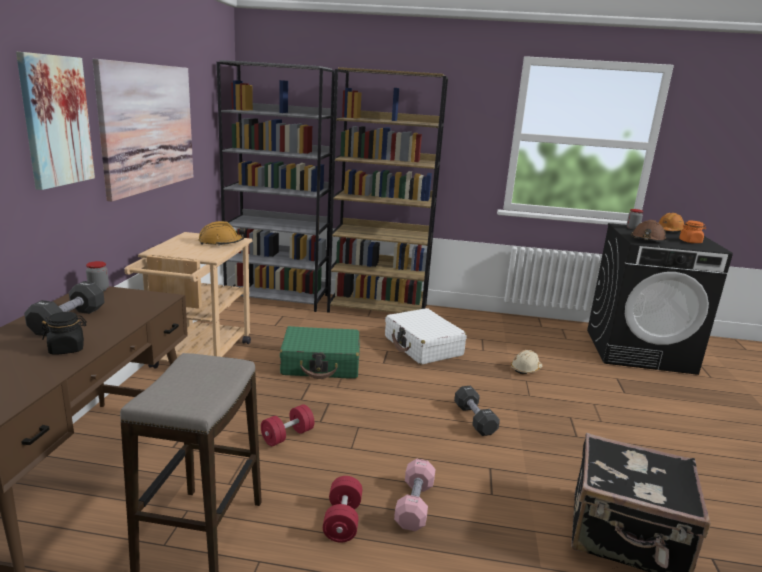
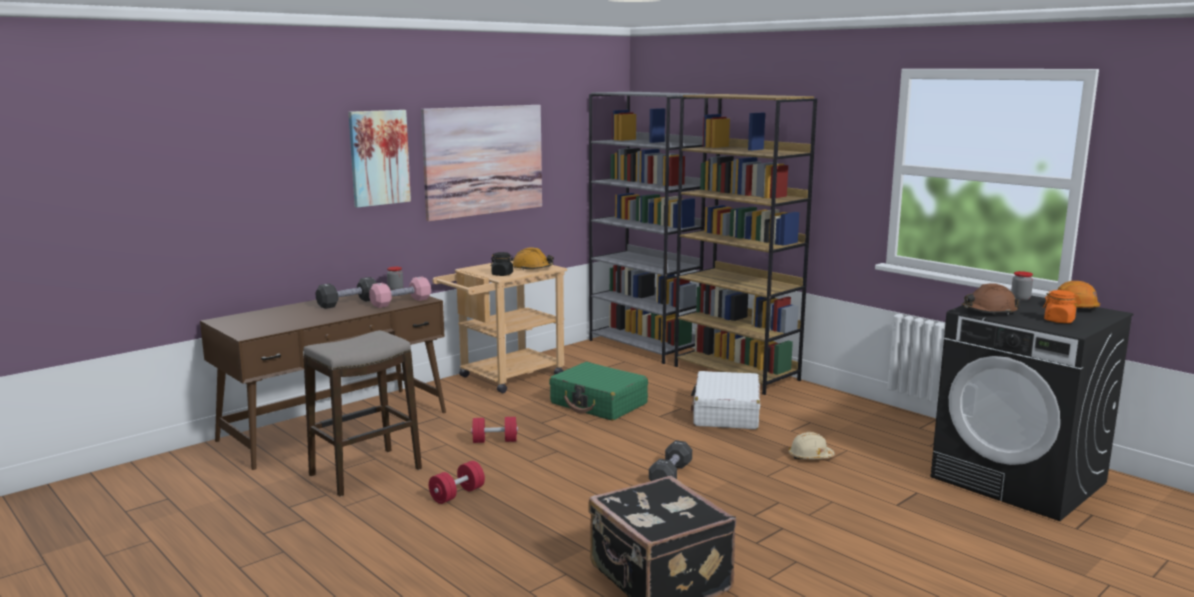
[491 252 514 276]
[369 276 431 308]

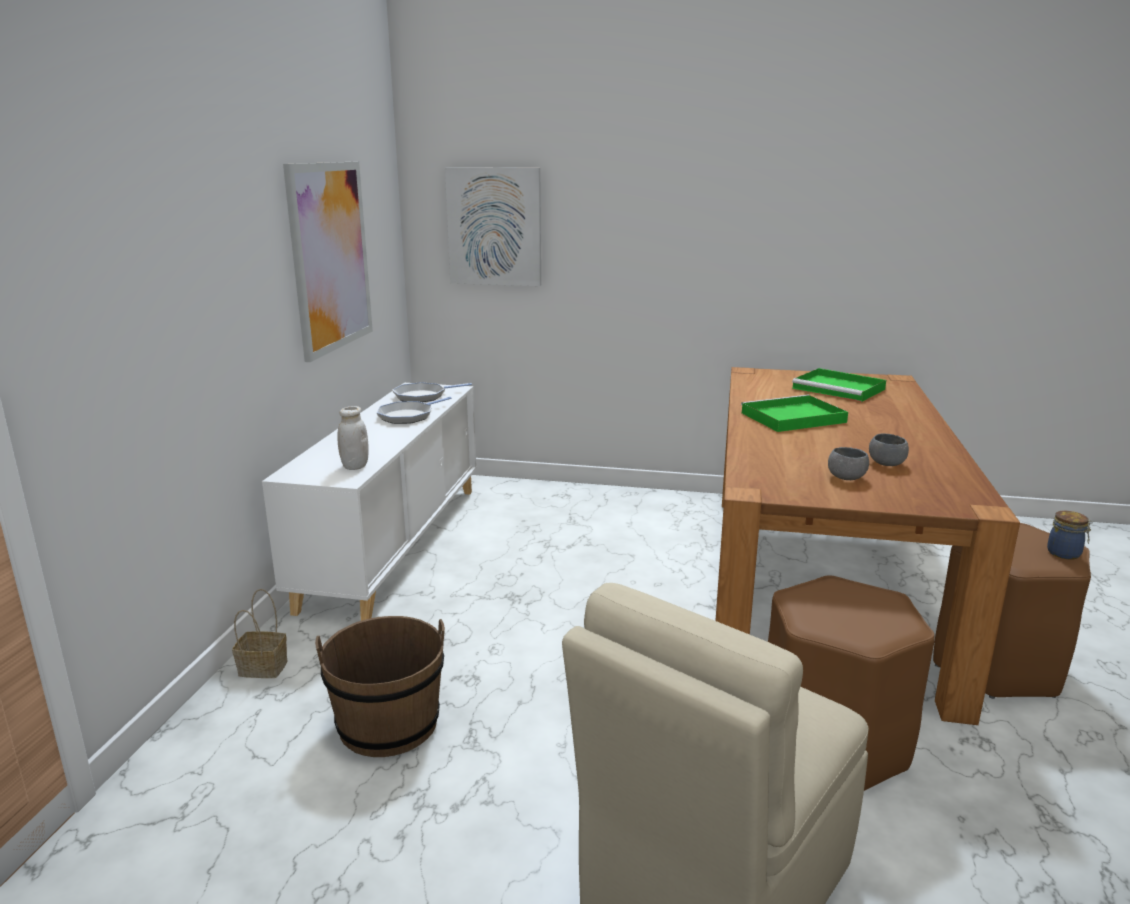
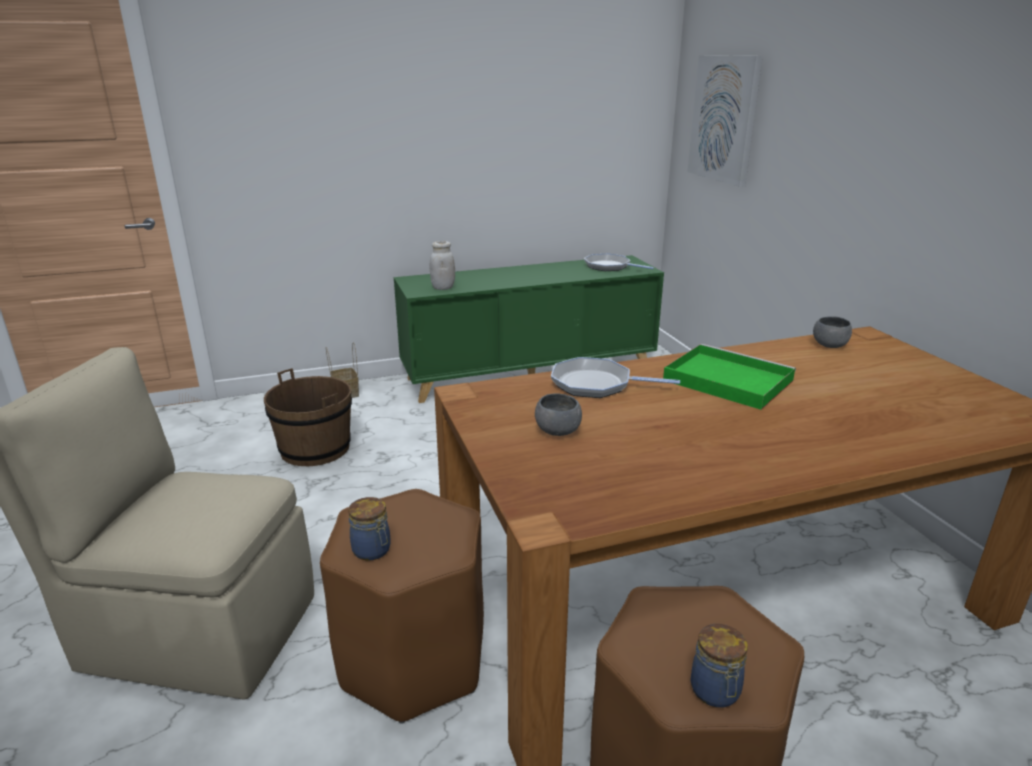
[283 162 373 362] (first image)
[792 368 886 402] (first image)
[348 497 391 560]
[551 357 680 398]
[813 316 852 348]
[394 255 664 403]

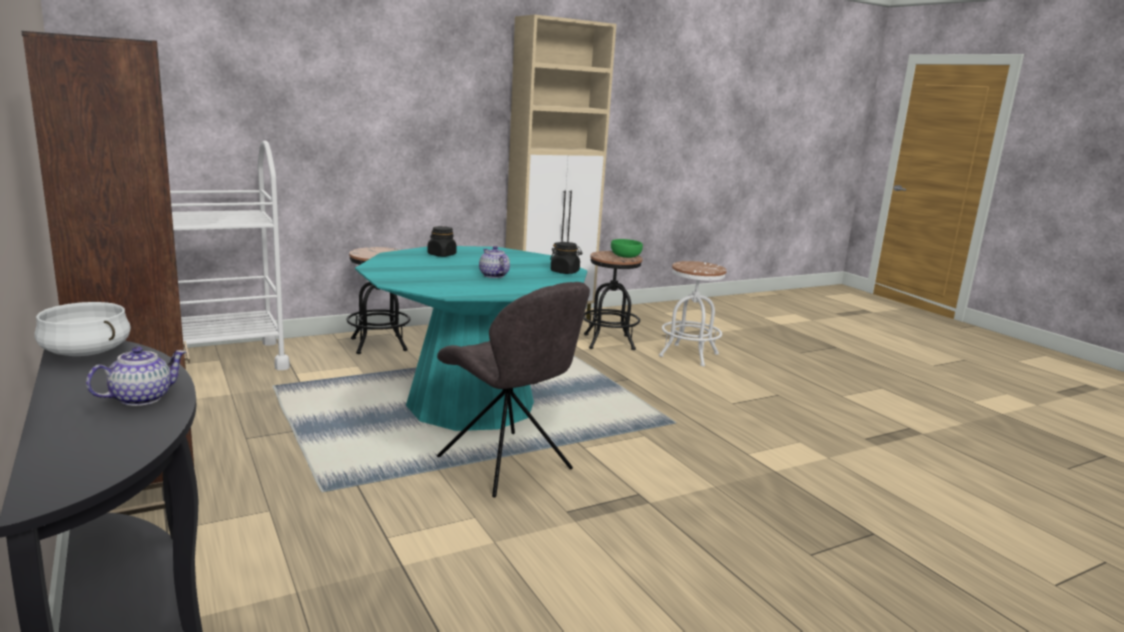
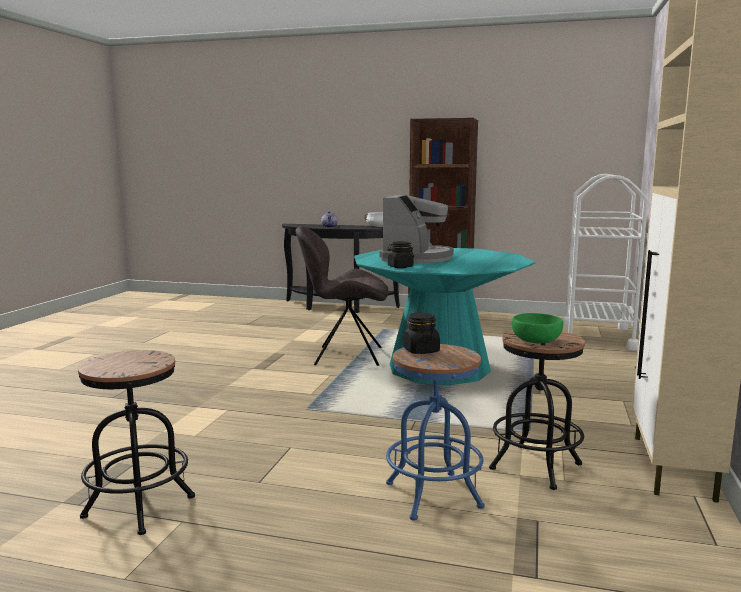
[78 350 195 535]
[403 313 440 354]
[379 195 454 263]
[386 344 484 520]

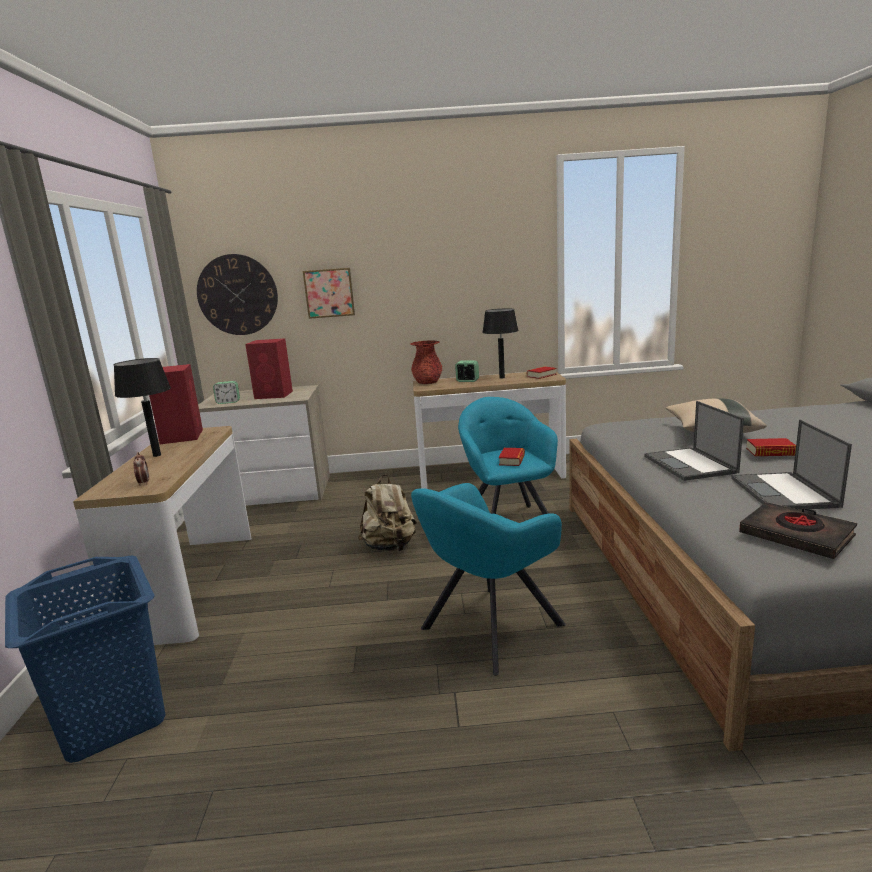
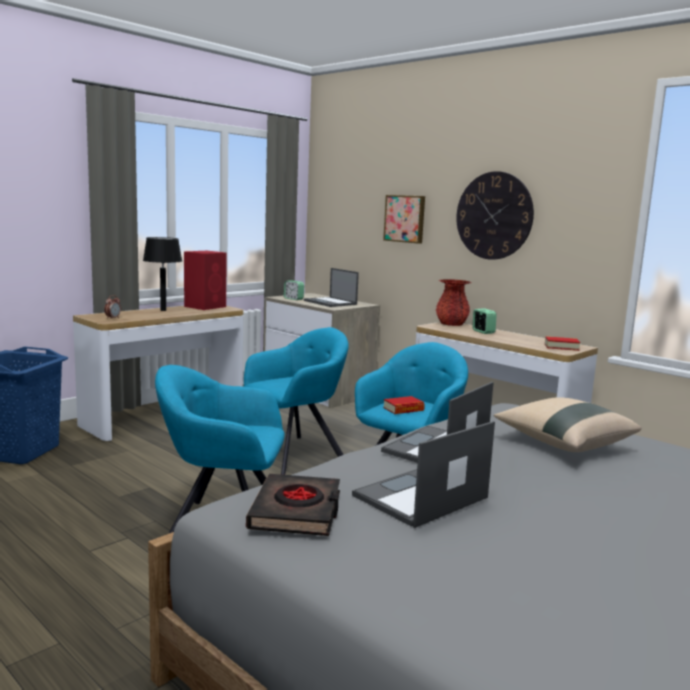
[482 308 519 379] (first image)
[746 438 796 456] (first image)
[456 171 534 260]
[304 268 359 307]
[244 327 349 475]

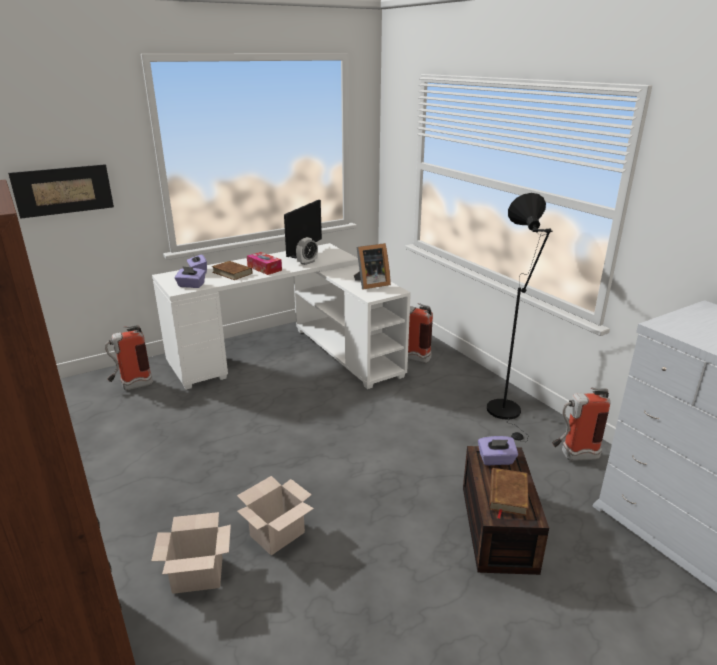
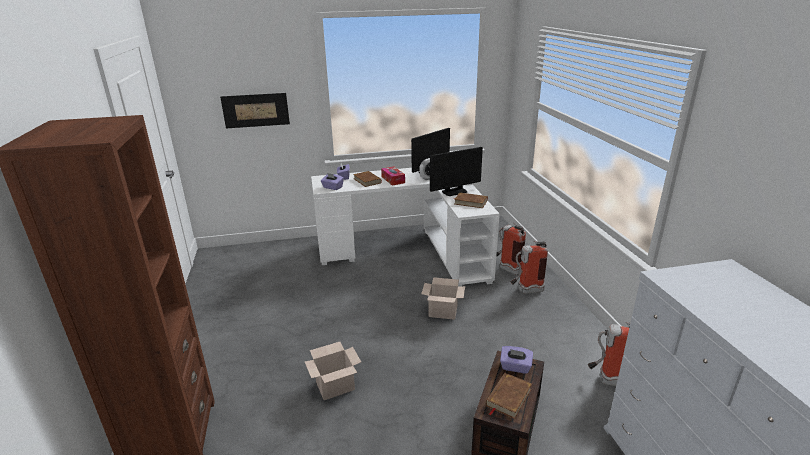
[487 193 552 442] (first image)
[430 147 483 196]
[510 241 548 294]
[421 277 465 320]
[453 192 488 208]

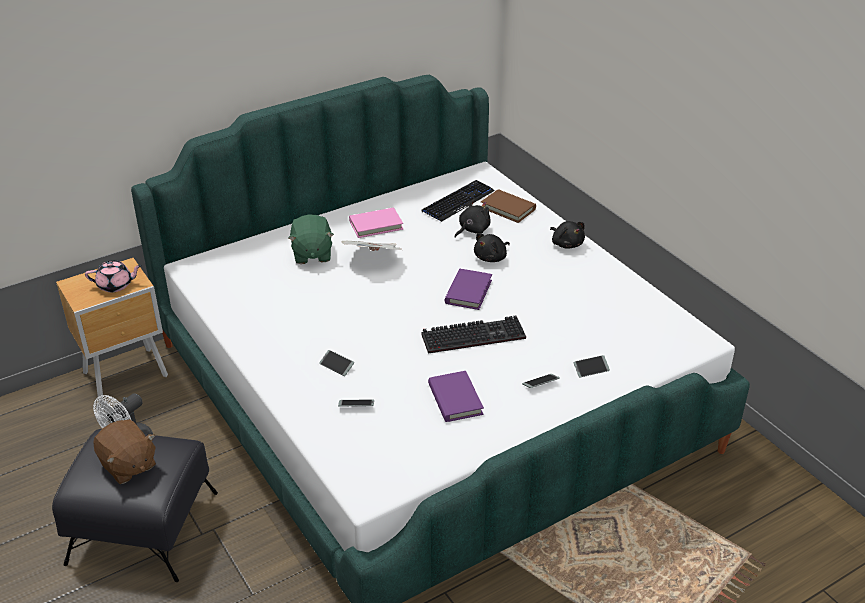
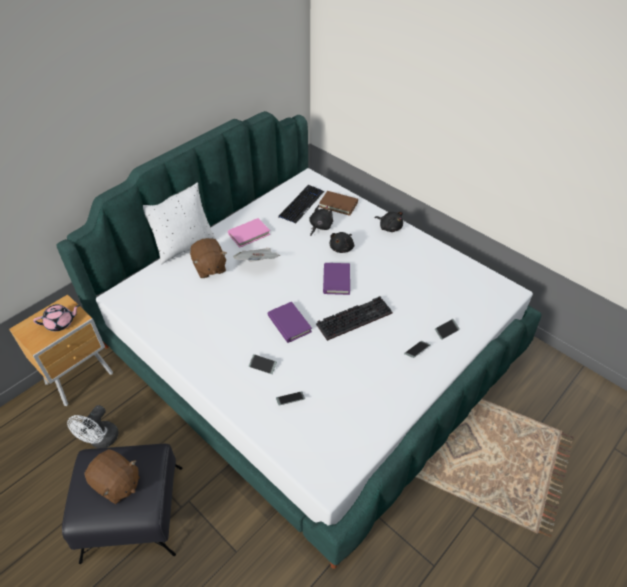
[143 182 216 264]
[268 302 312 343]
[190 238 227 278]

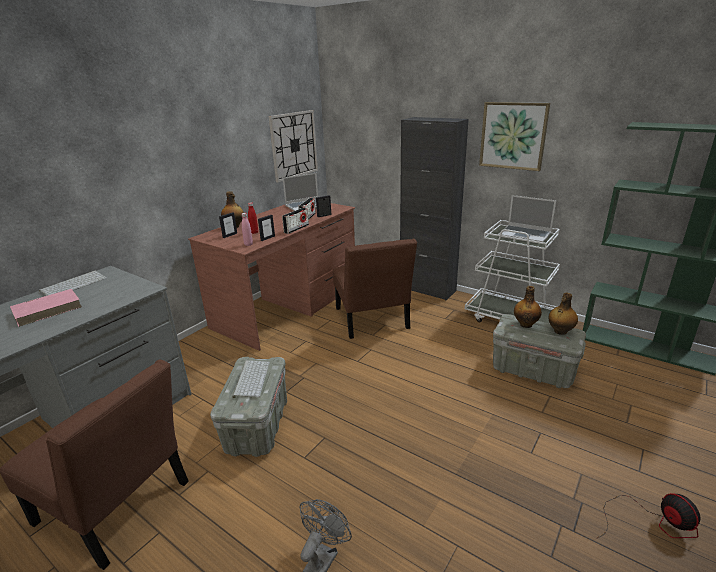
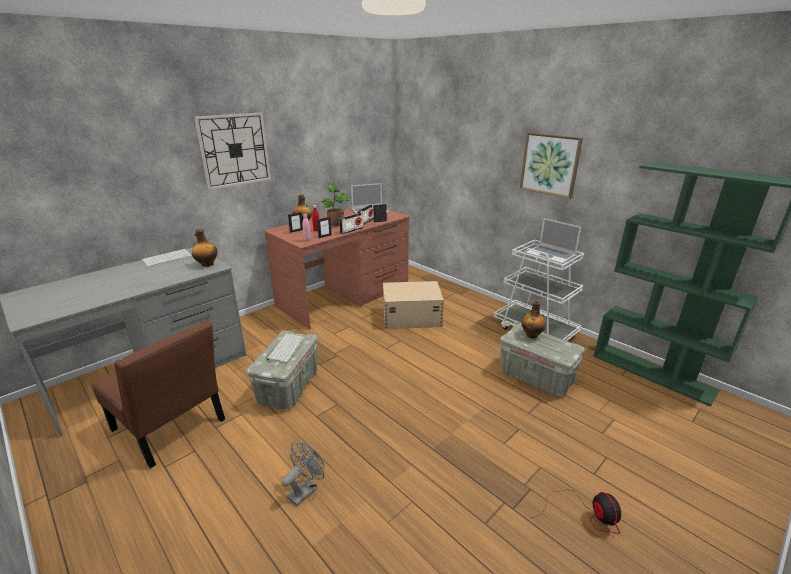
[10 289 82 327] (first image)
[400 117 469 300] (first image)
[322 183 351 226]
[194 113 271 190]
[192 228 218 267]
[383 281 444 329]

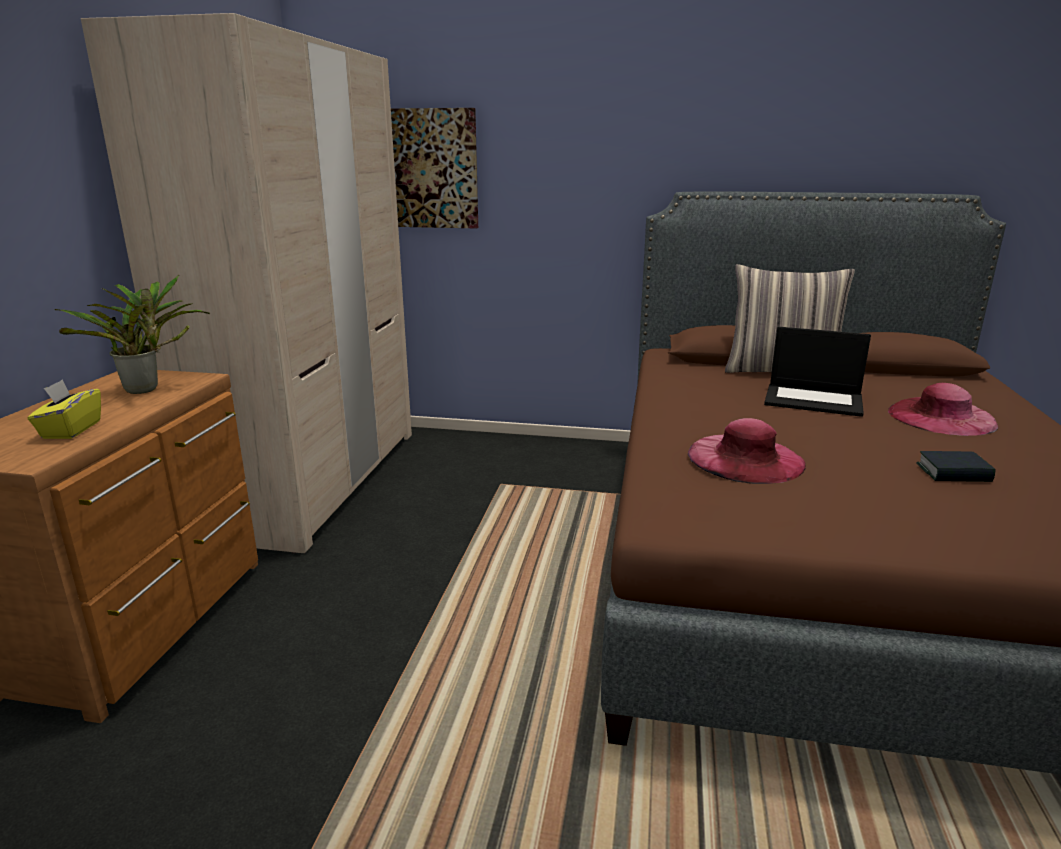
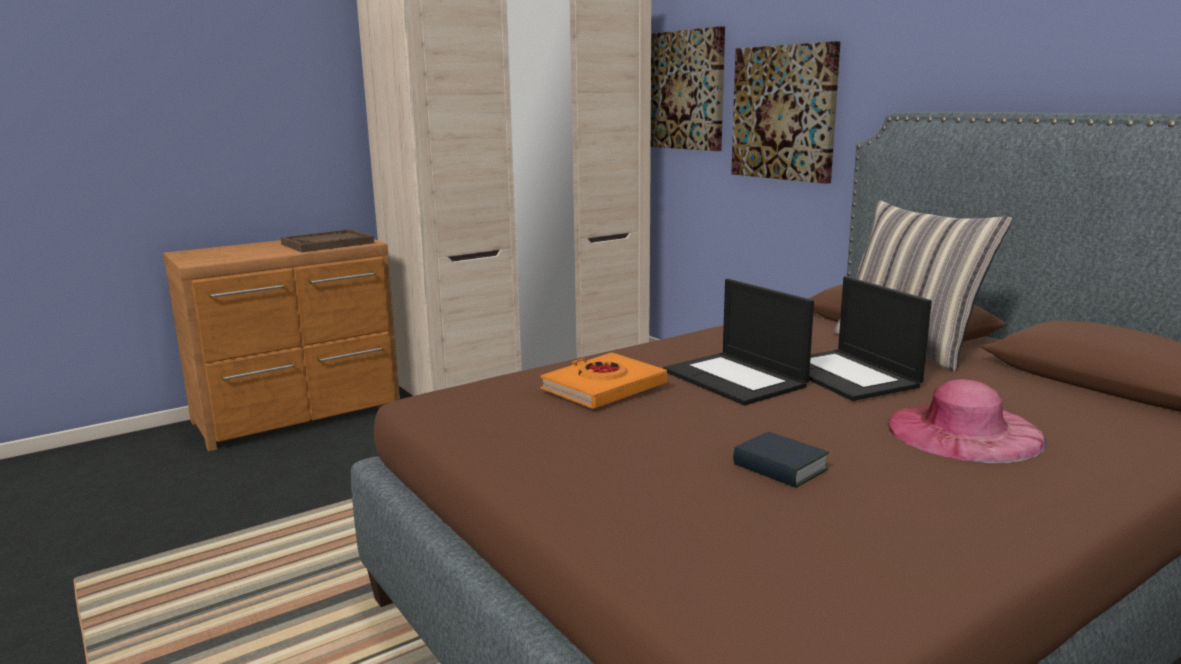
[27 380 101 439] (first image)
[663 279 814 405]
[731 41 840 184]
[281 229 374 252]
[540 353 667 409]

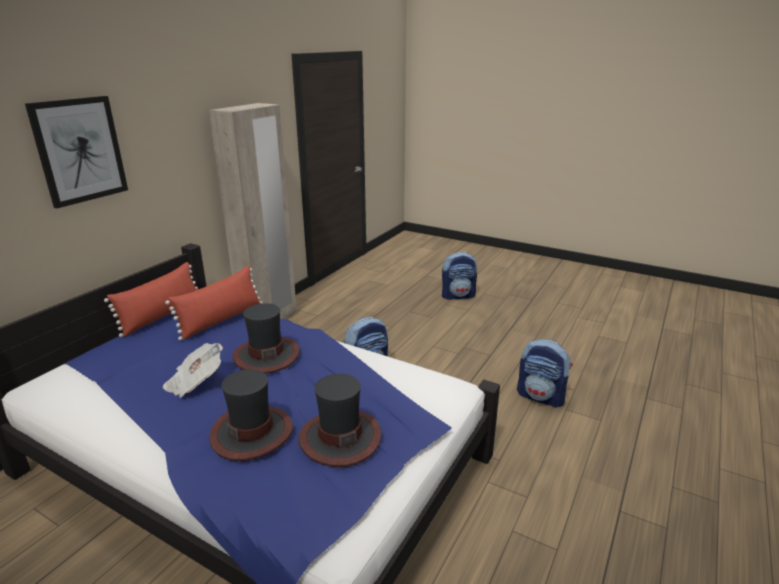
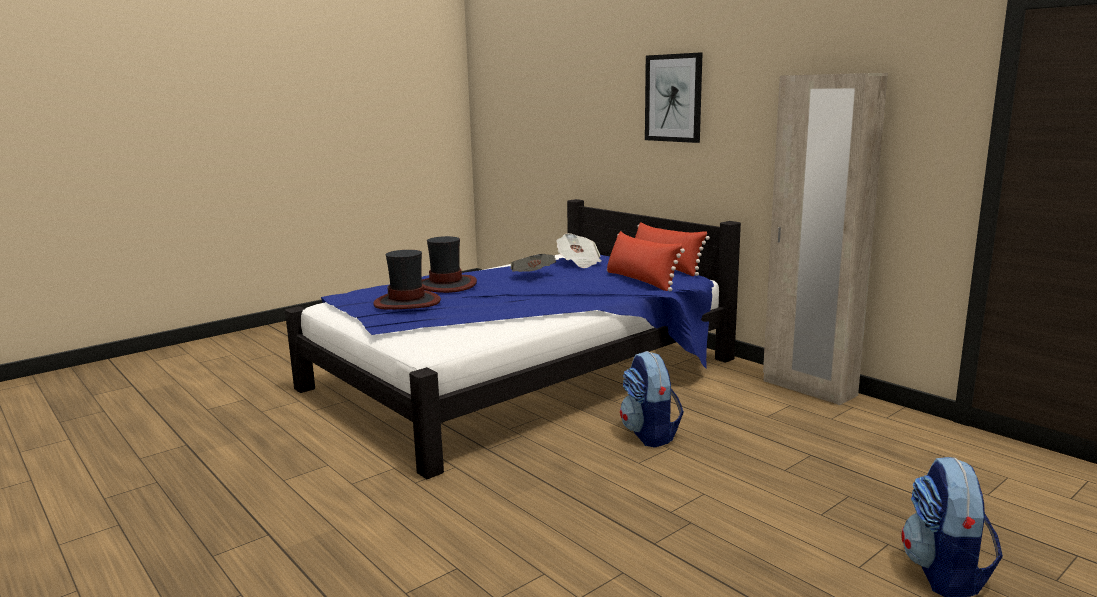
[232 304 300 374] (first image)
[517 339 573 408] (first image)
[556 233 602 268]

